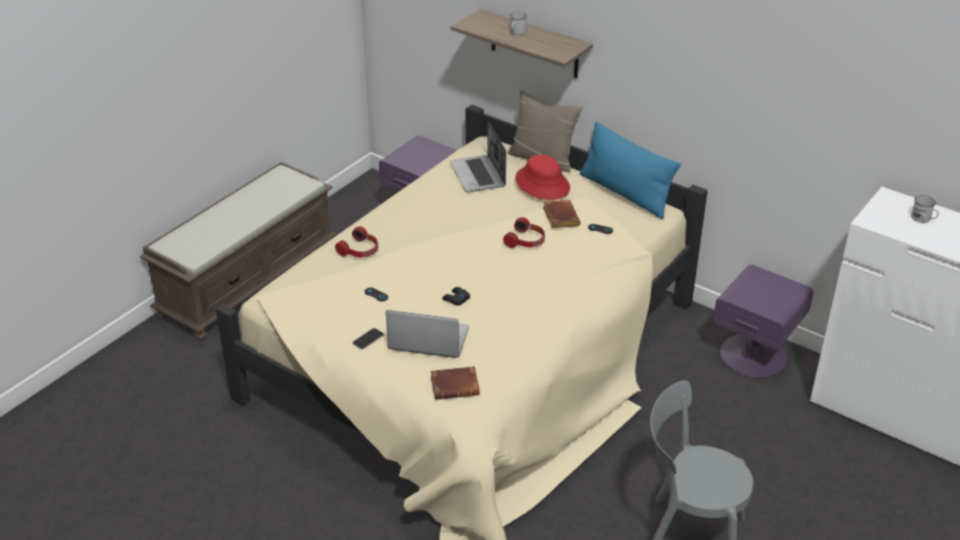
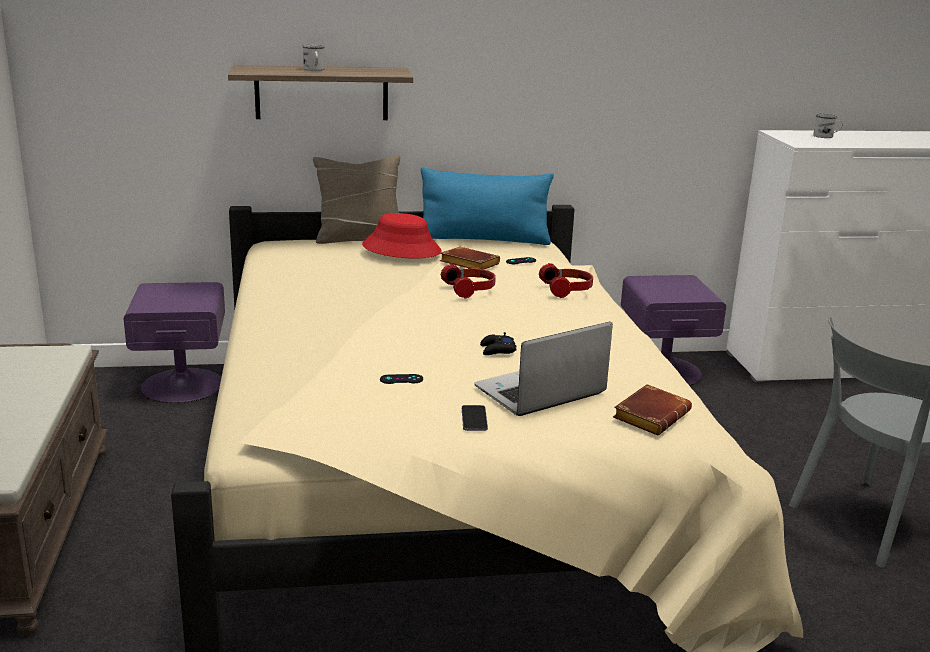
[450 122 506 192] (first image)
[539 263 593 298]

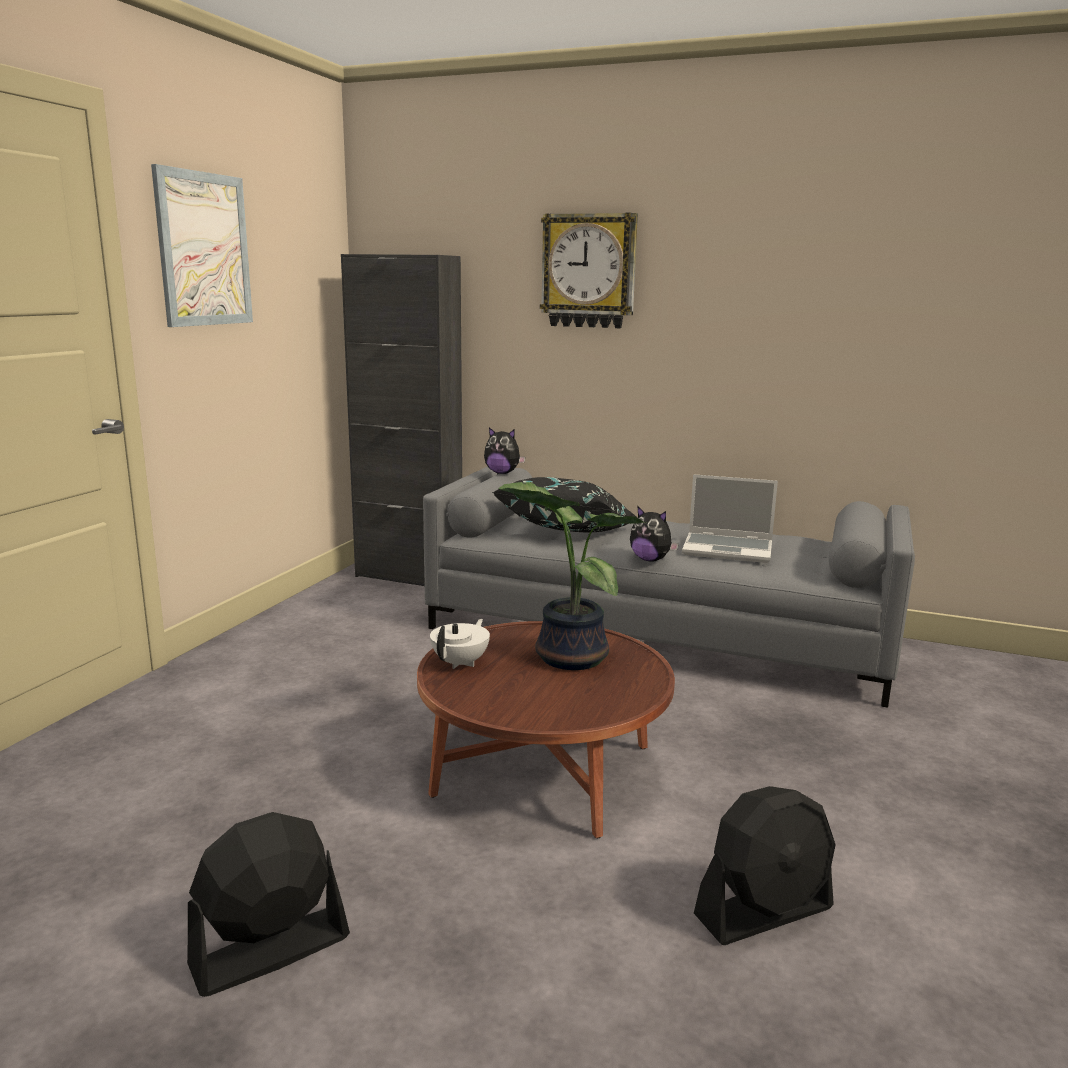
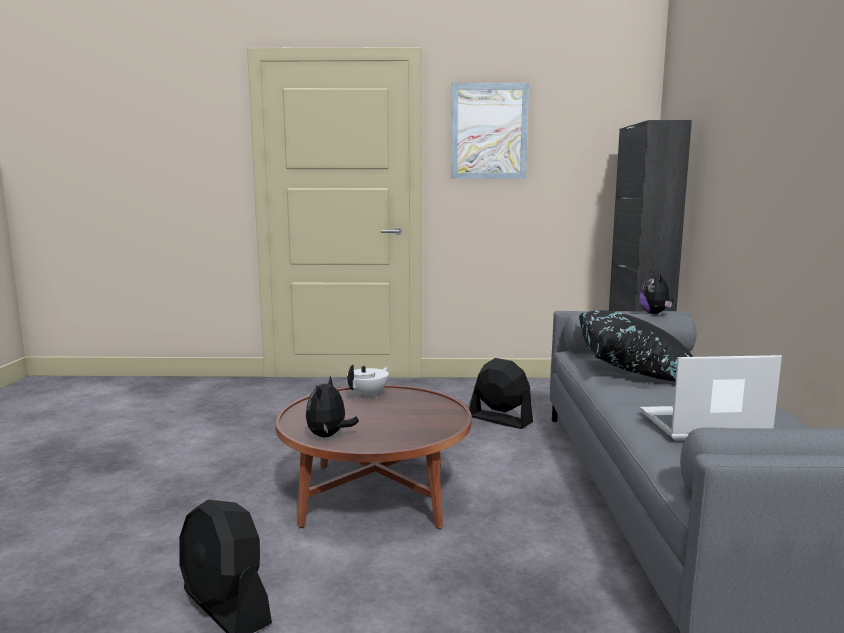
[498 482 646 670] (first image)
[540 213 638 328] (first image)
[469 358 533 429]
[306 376 359 437]
[347 364 389 398]
[640 355 782 440]

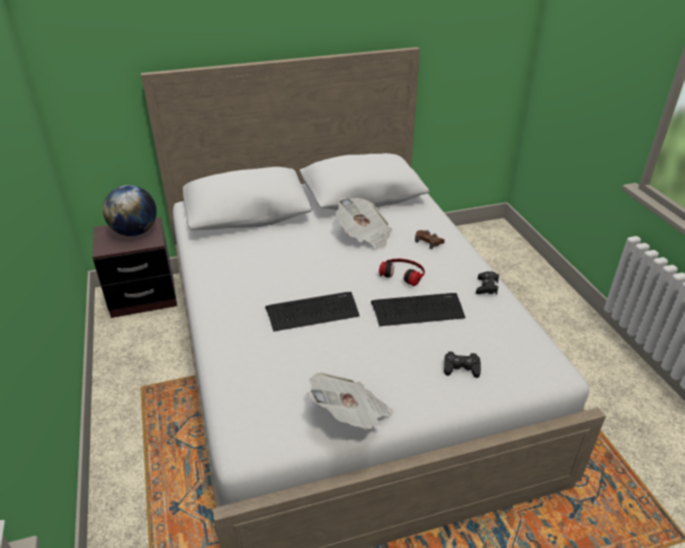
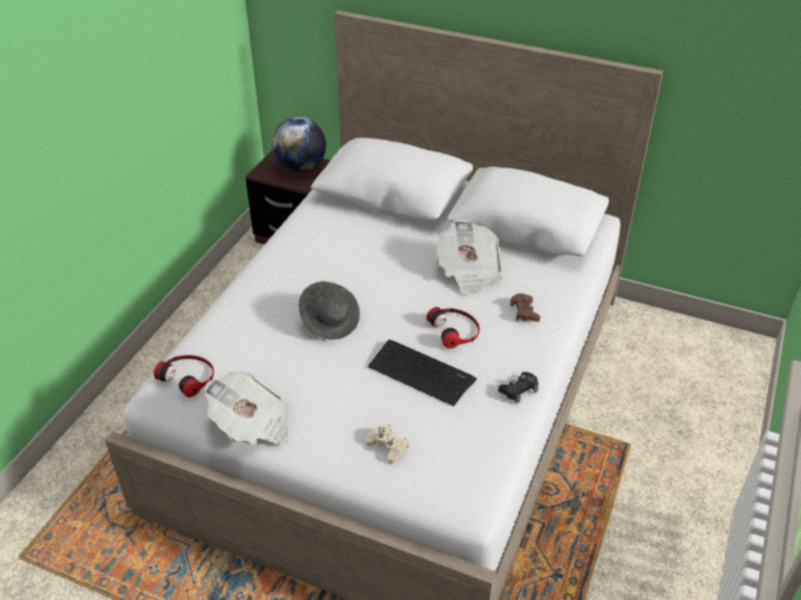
[154 355 214 397]
[299 281 360 340]
[366 424 408 464]

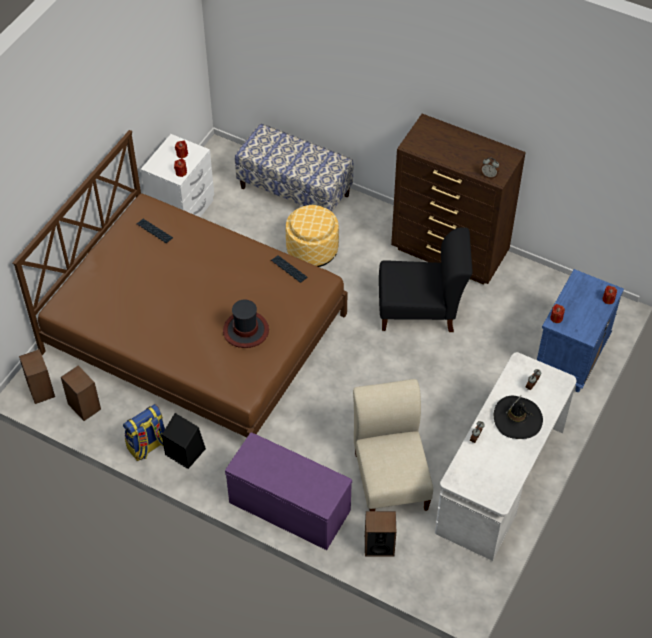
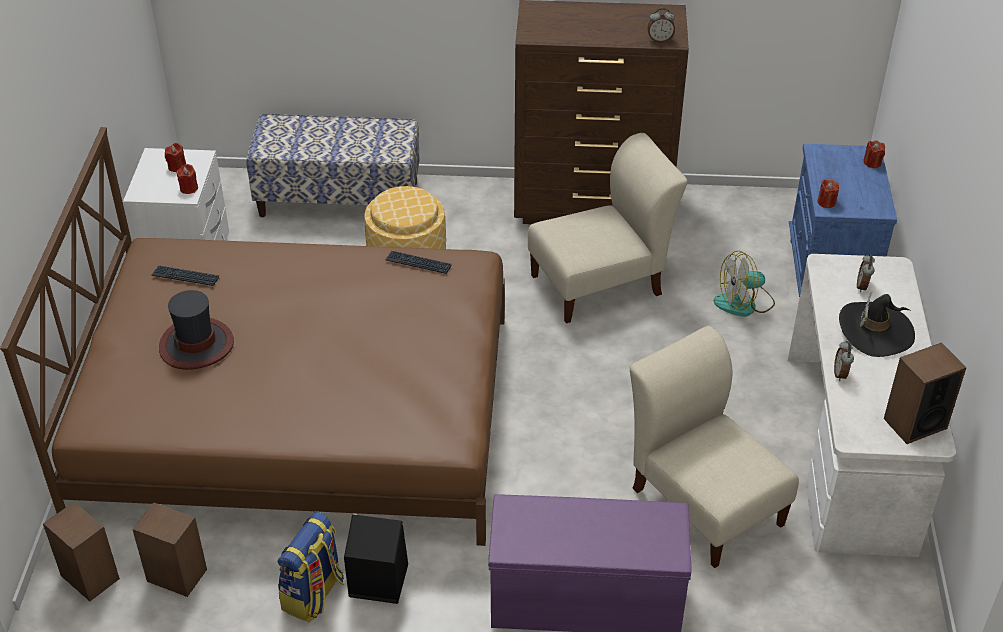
[713 251 775 317]
[159 290 234 370]
[884 343 966 444]
[528 133 687 323]

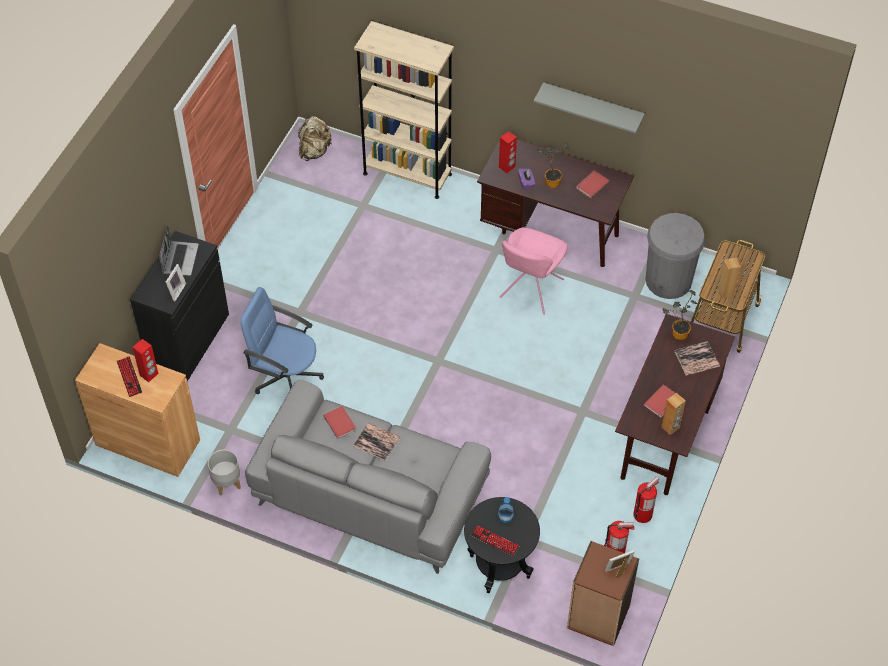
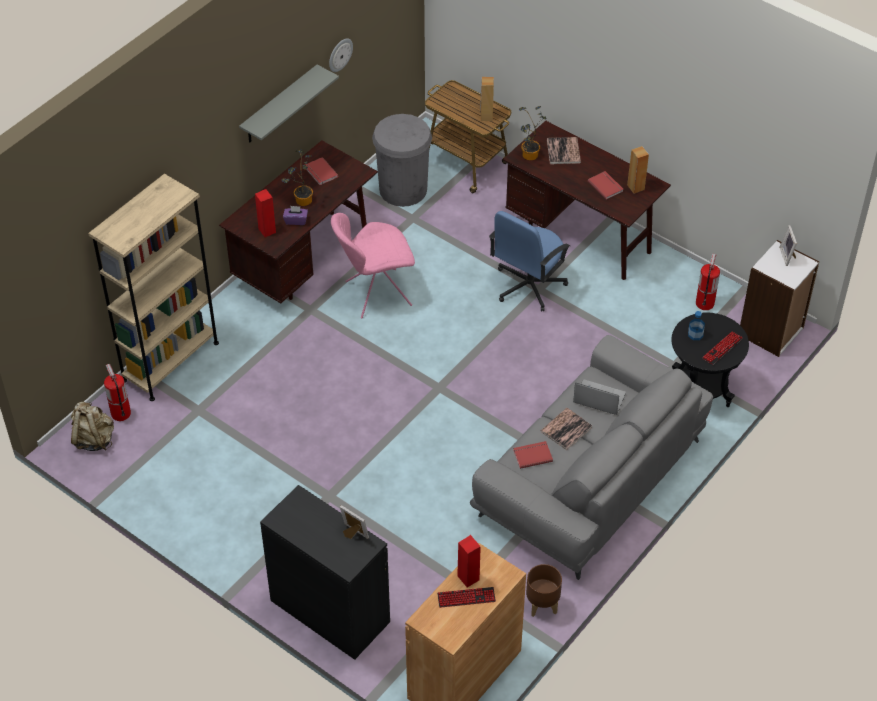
[329 39 353 72]
[573 379 626 415]
[489 211 570 311]
[104 364 131 421]
[526 564 562 617]
[740 240 819 357]
[331 213 415 319]

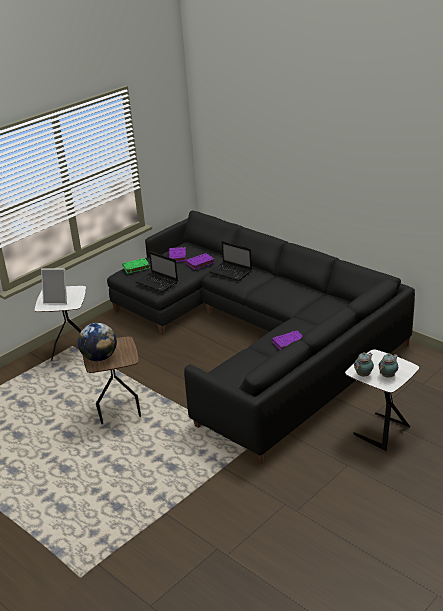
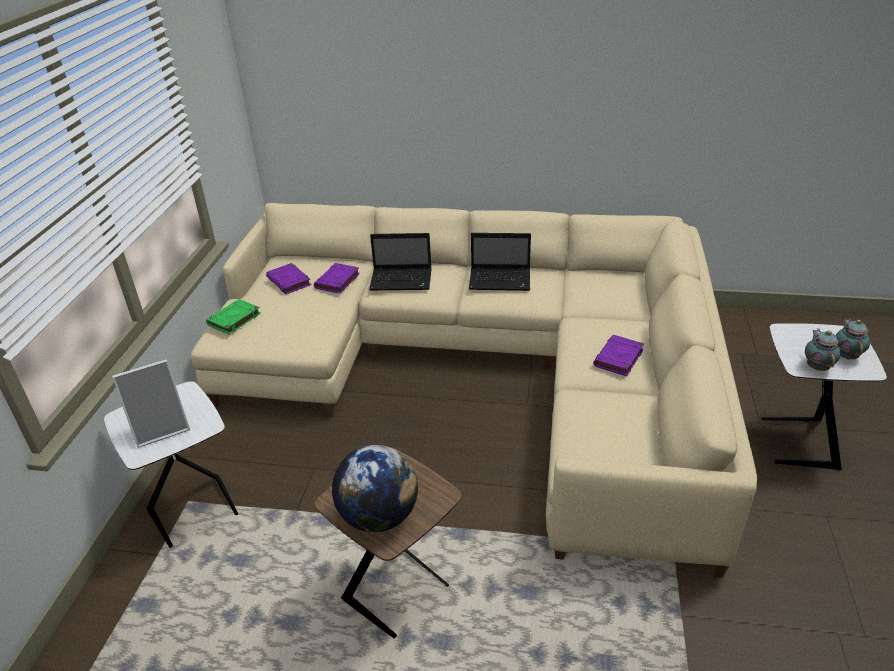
[469 233 531 291]
[191 203 757 578]

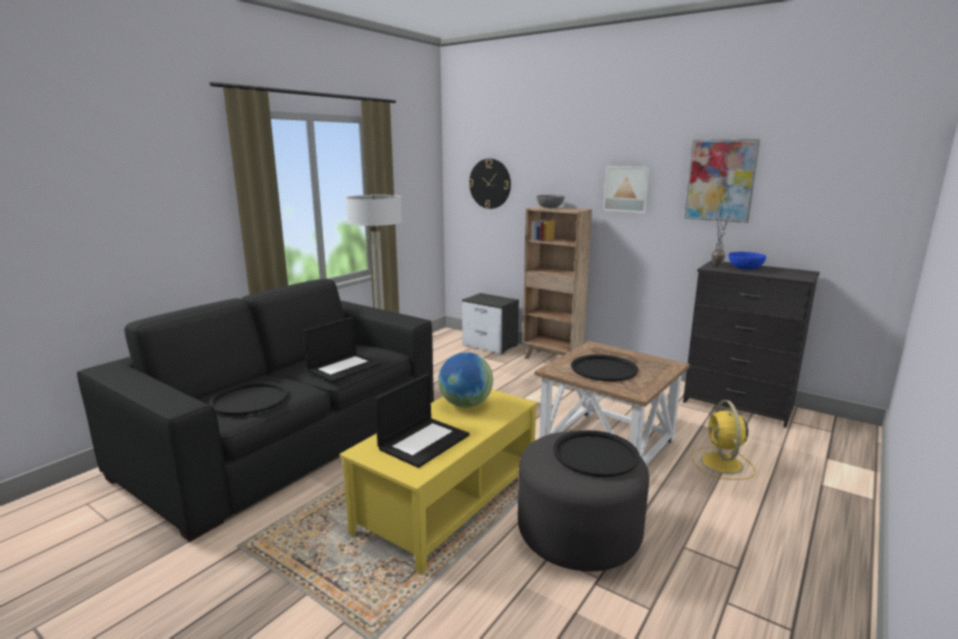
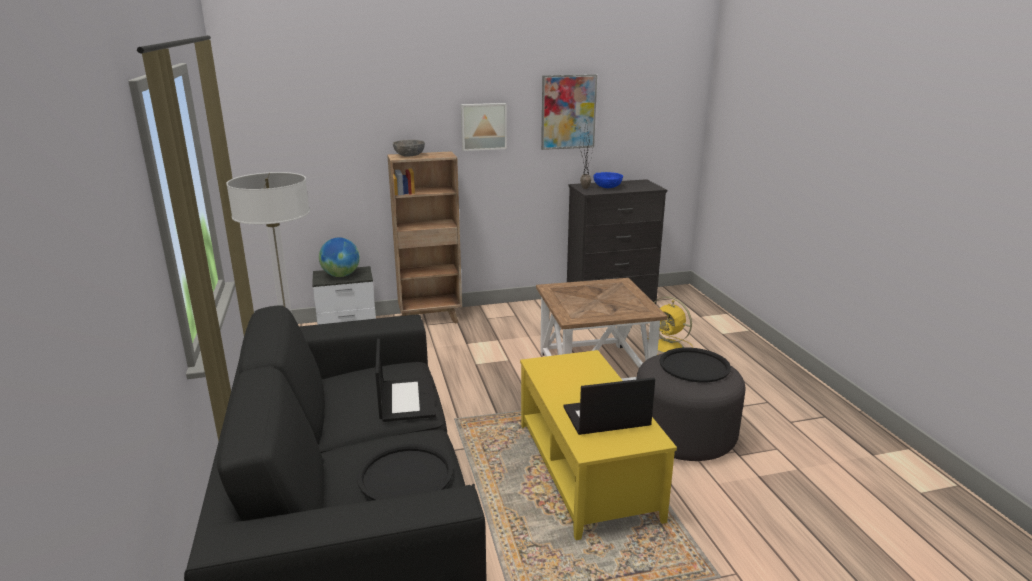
[469 159 511 209] (first image)
[571 355 638 381] (first image)
[319 238 360 277]
[563 377 655 435]

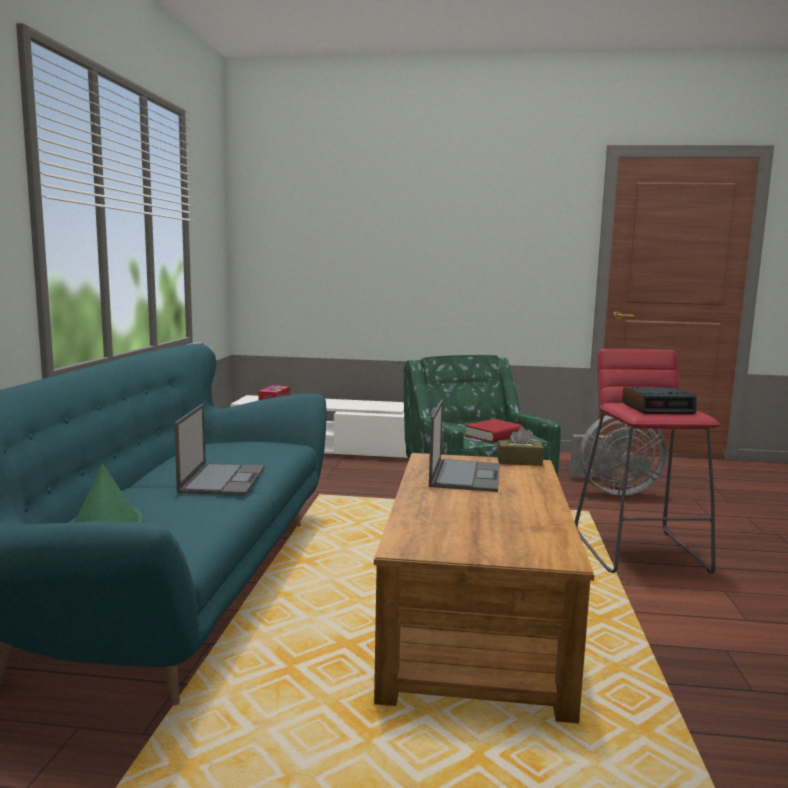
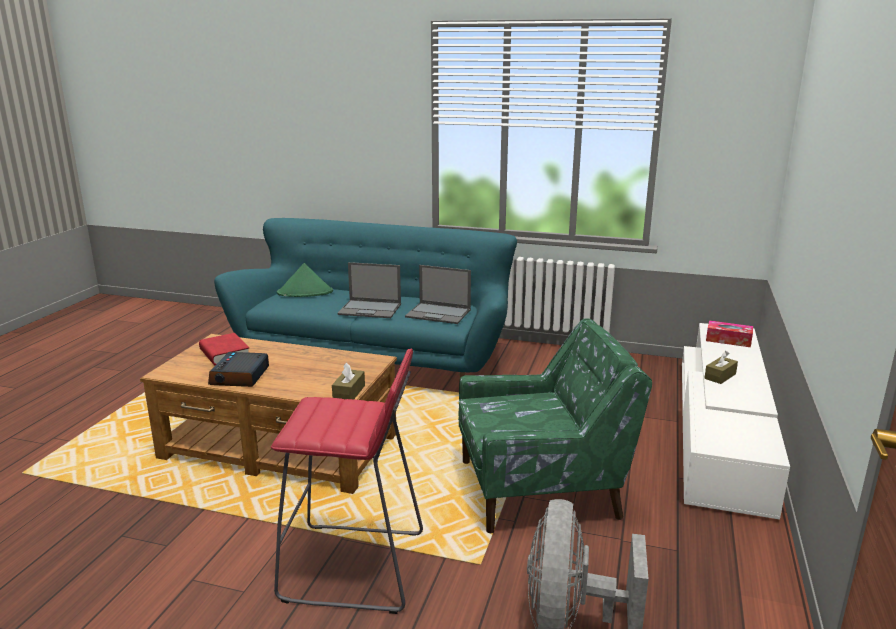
[704 351 738 384]
[405 265 471 324]
[199 333 249 365]
[208 352 269 387]

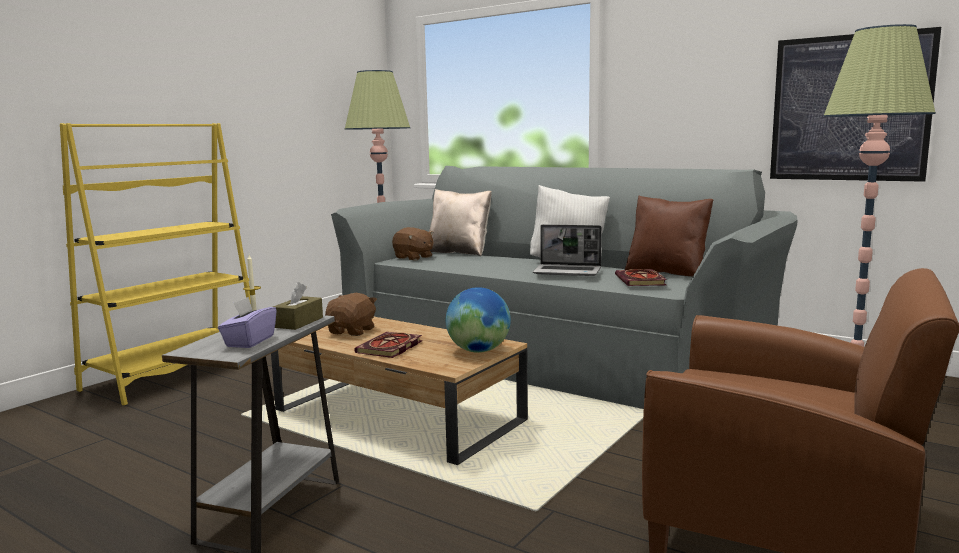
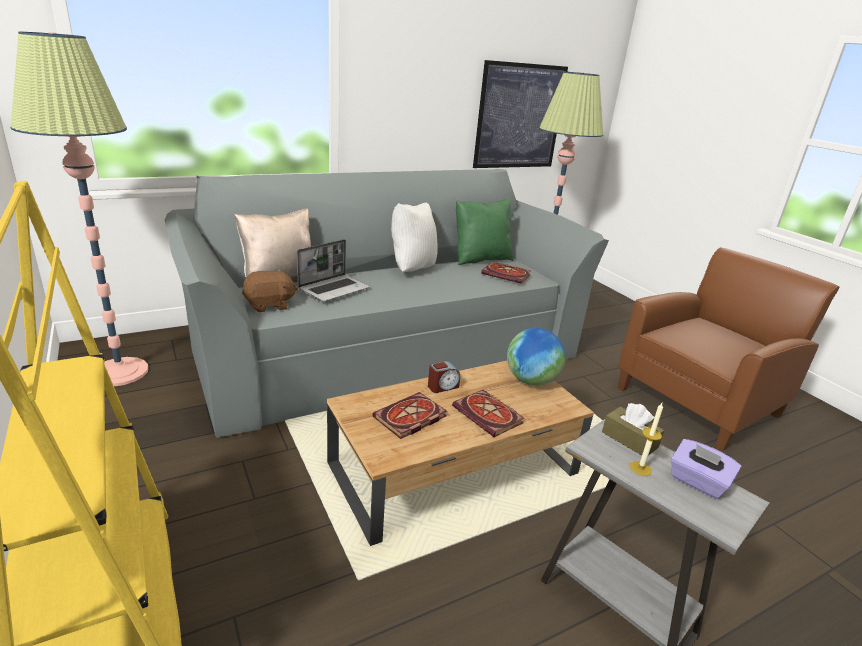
[428 361 460 393]
[297 239 370 302]
[373 392 447 439]
[456 199 514 265]

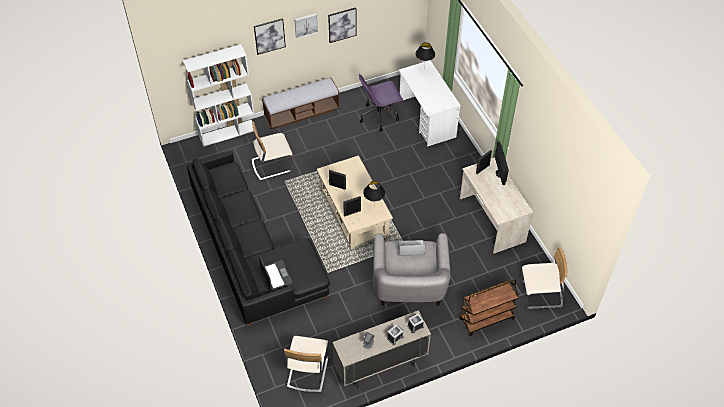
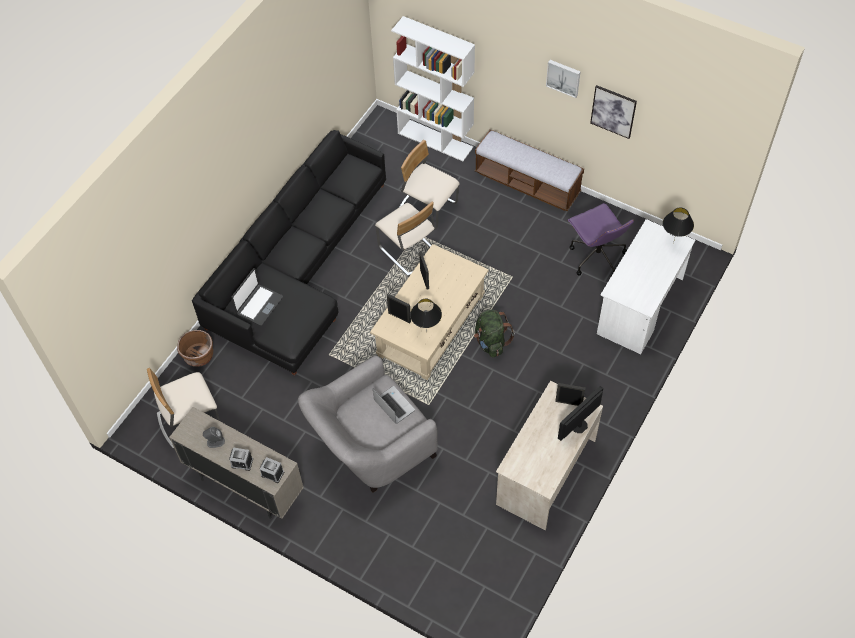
[254 18 286 55] (first image)
[459 280 519 336] (first image)
[177 330 213 367]
[474 310 515 358]
[375 202 435 276]
[568 203 634 276]

